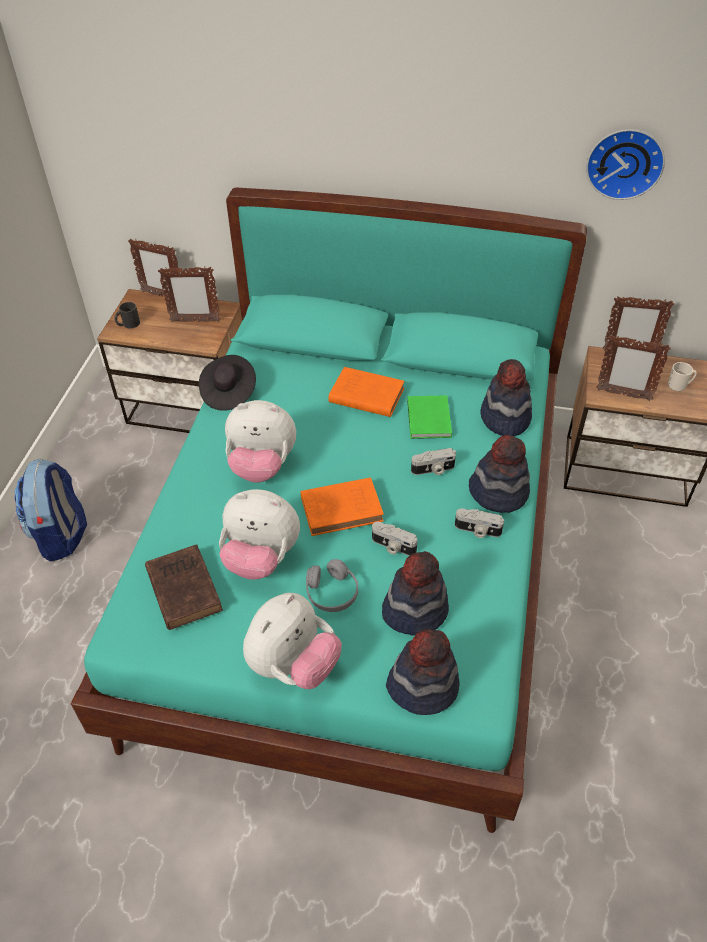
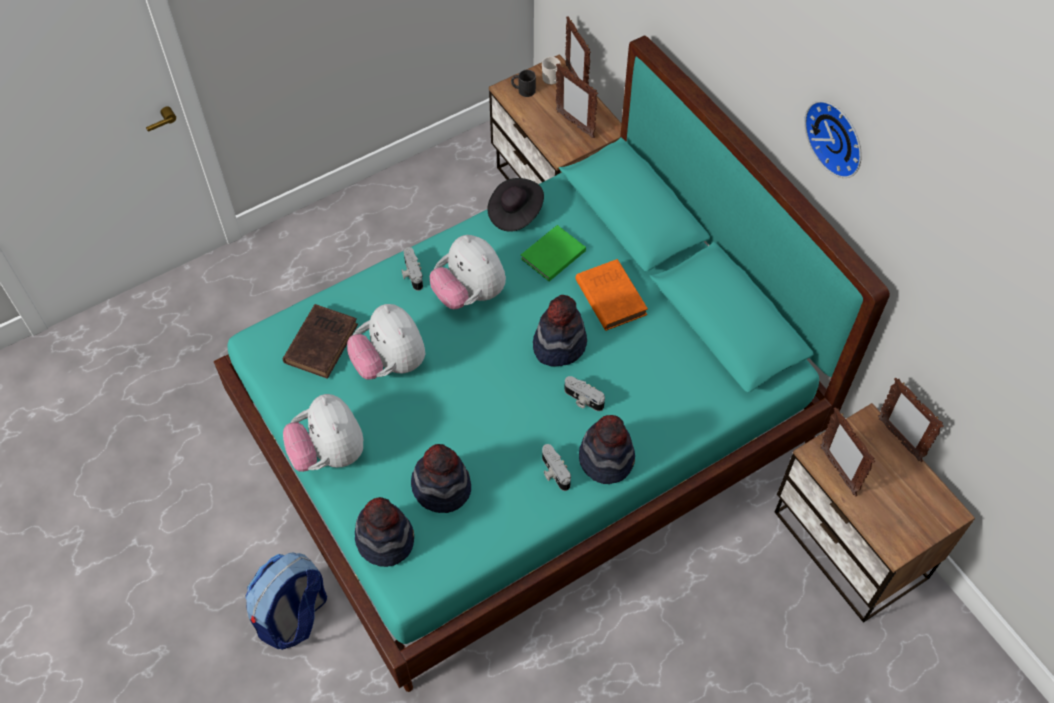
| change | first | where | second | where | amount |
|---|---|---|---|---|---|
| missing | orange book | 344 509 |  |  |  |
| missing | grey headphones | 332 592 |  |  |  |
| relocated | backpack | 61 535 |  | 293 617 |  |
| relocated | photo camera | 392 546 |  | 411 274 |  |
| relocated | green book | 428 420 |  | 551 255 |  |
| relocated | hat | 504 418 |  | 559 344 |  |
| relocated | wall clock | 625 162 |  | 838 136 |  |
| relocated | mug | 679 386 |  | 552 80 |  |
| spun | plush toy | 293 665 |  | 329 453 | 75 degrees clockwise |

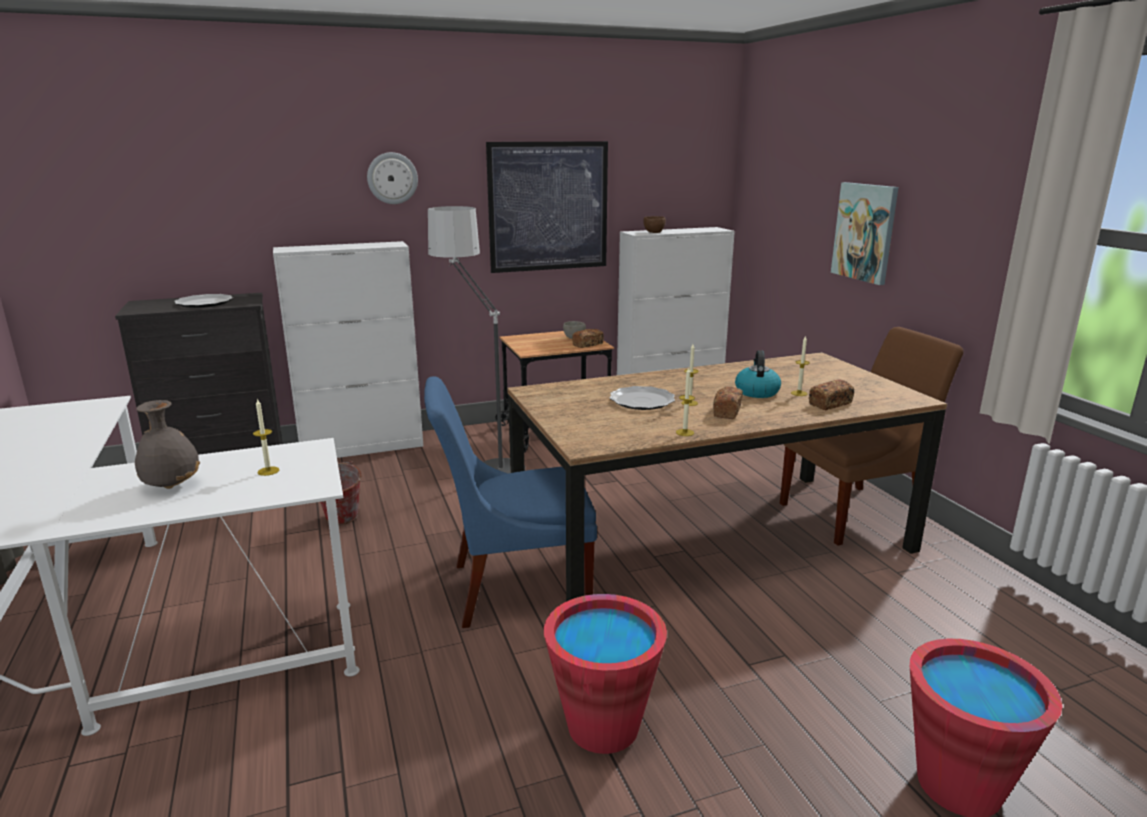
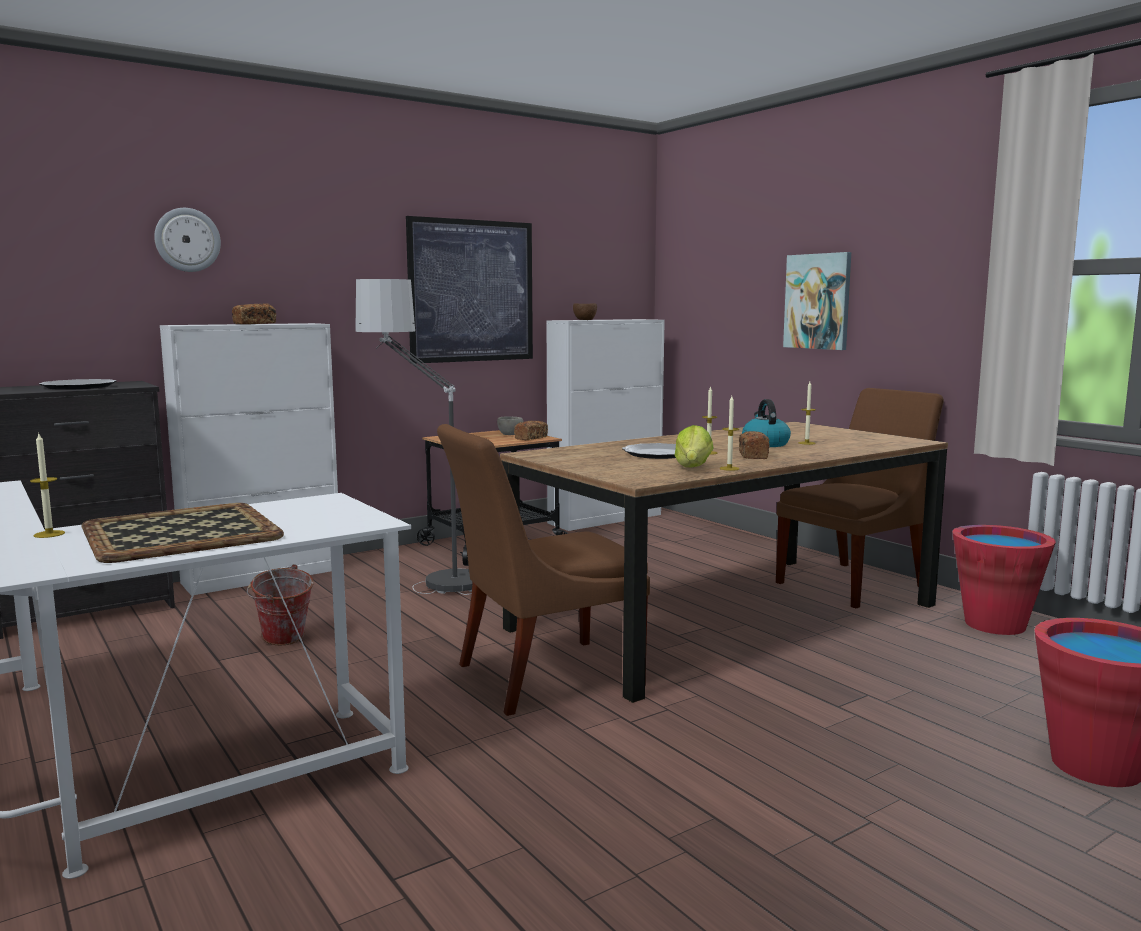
| change | first | where | second | where | amount |
|---|---|---|---|---|---|
| appeared |  |  | lettuce | 693 467 |  |
| relocated | candle | 268 471 |  | 49 534 |  |
| relocated | wall clock | 392 178 |  | 187 240 |  |
| relocated | red bucket | 603 726 |  | 994 624 |  |
| relocated | bread | 830 404 |  | 254 323 |  |
| exchanged | grey vase | 172 485 | tray | 182 532 |  |
| colour | blue chair | 513 588 | brown chair | 540 676 |  |

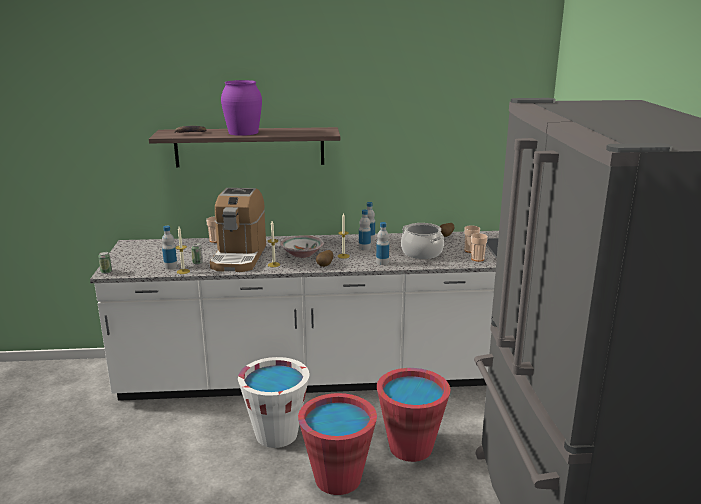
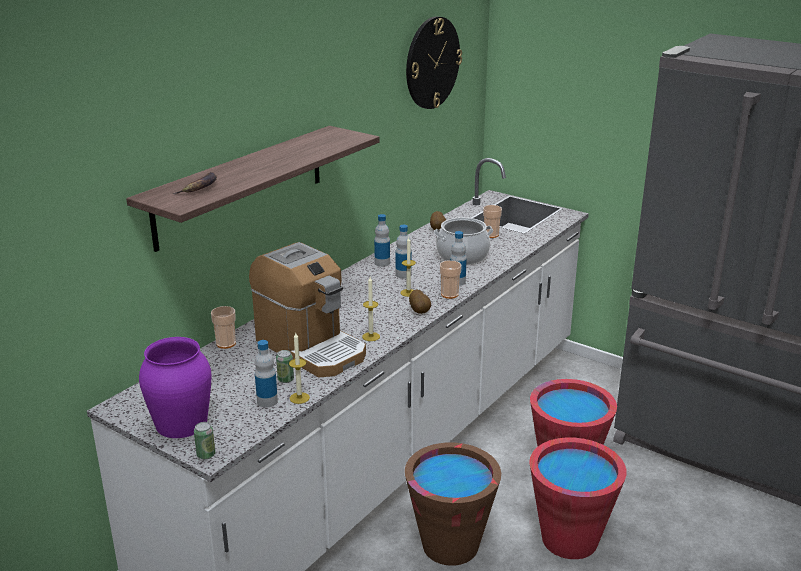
| change | first | where | second | where | amount |
|---|---|---|---|---|---|
| missing | bowl | 301 254 |  |  |  |
| appeared |  |  | wall clock | 432 63 |  |
| relocated | purple vase | 243 132 |  | 181 423 |  |
| relocated | cup | 477 259 |  | 449 294 |  |
| colour | white bucket | 276 434 | brown bucket | 450 545 |  |

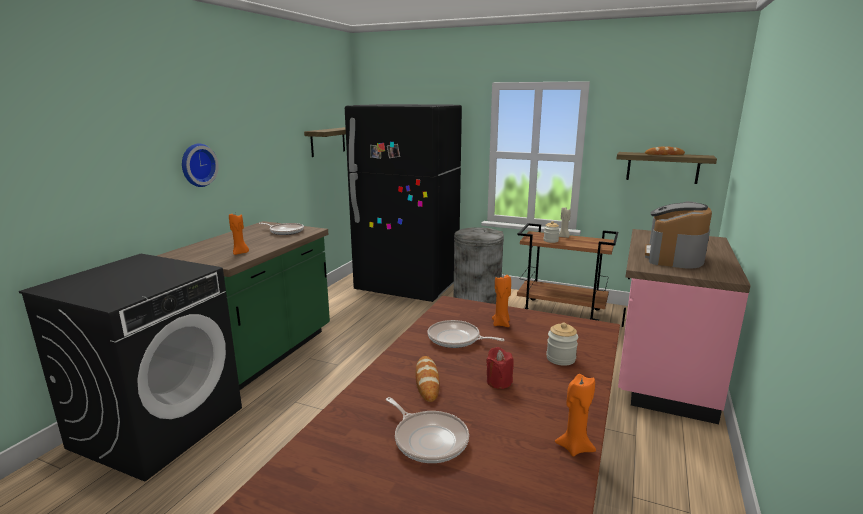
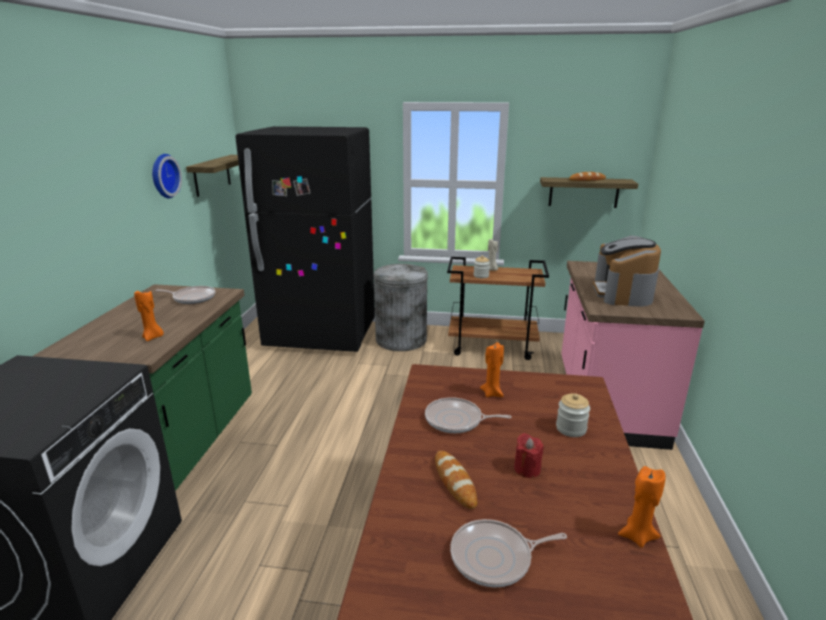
| change | first | where | second | where | amount |
|---|---|---|---|---|---|
| relocated | wall clock | 197 165 |  | 163 176 |  |
| spun | frying pan | 428 439 |  | 495 558 | 135 degrees clockwise |

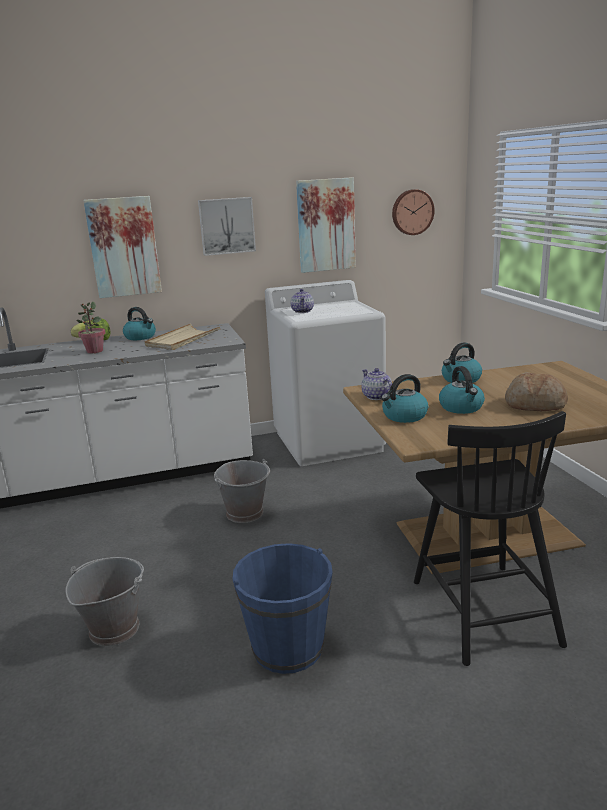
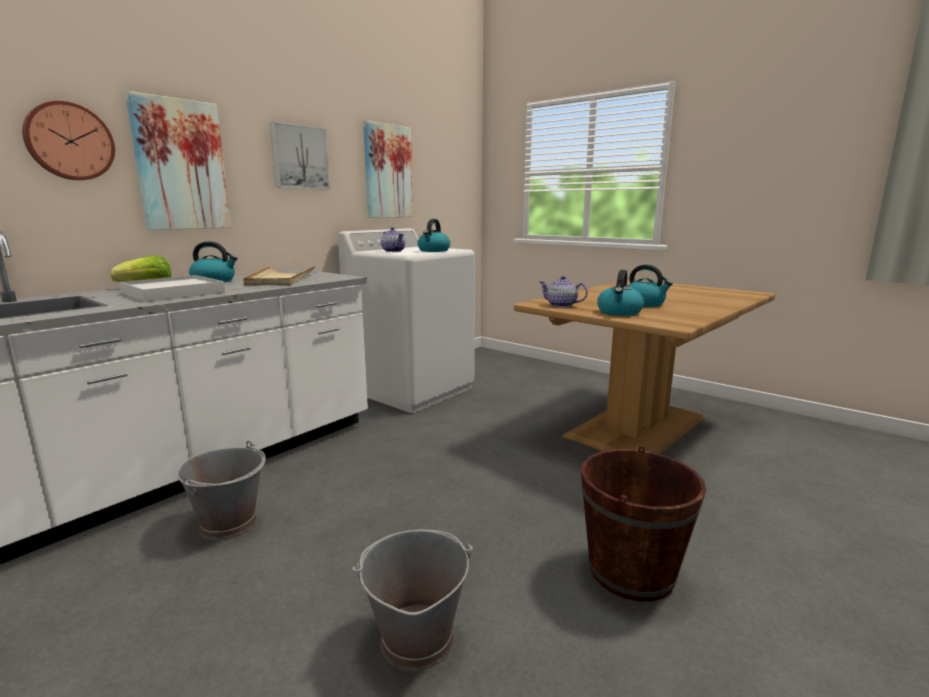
| change | first | where | second | where | amount |
|---|---|---|---|---|---|
| missing | black chair | 483 610 |  |  |  |
| missing | bread | 534 405 |  |  |  |
| relocated | grey bucket | 245 513 |  | 230 523 |  |
| relocated | wall clock | 412 212 |  | 69 141 |  |
| relocated | kettle | 460 379 |  | 433 251 |  |
| exchanged | potted plant | 94 351 | white tray | 173 292 |  |
| colour | blue bucket | 288 648 | brown bucket | 631 571 |  |

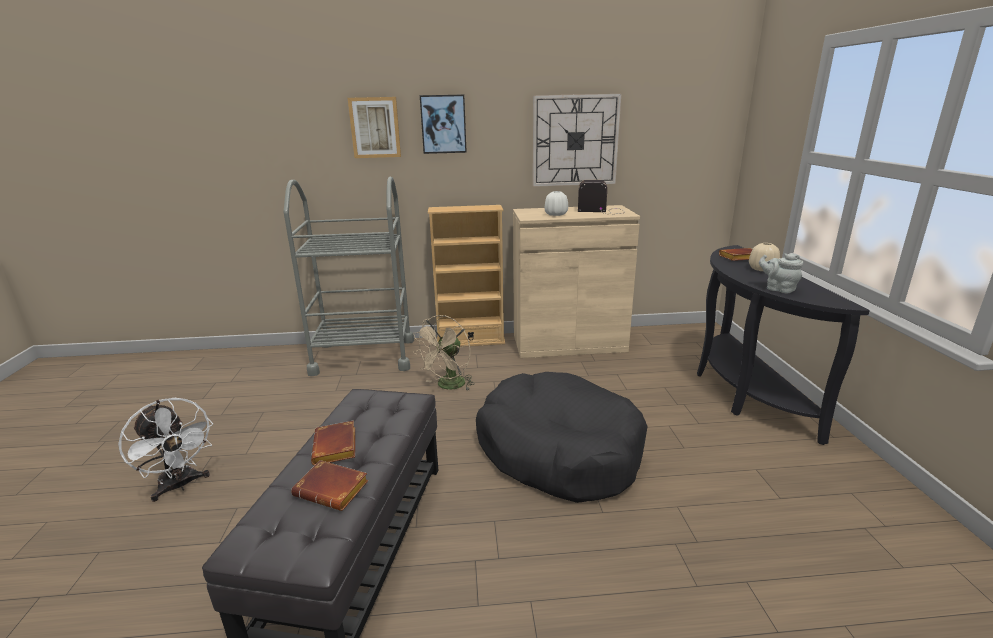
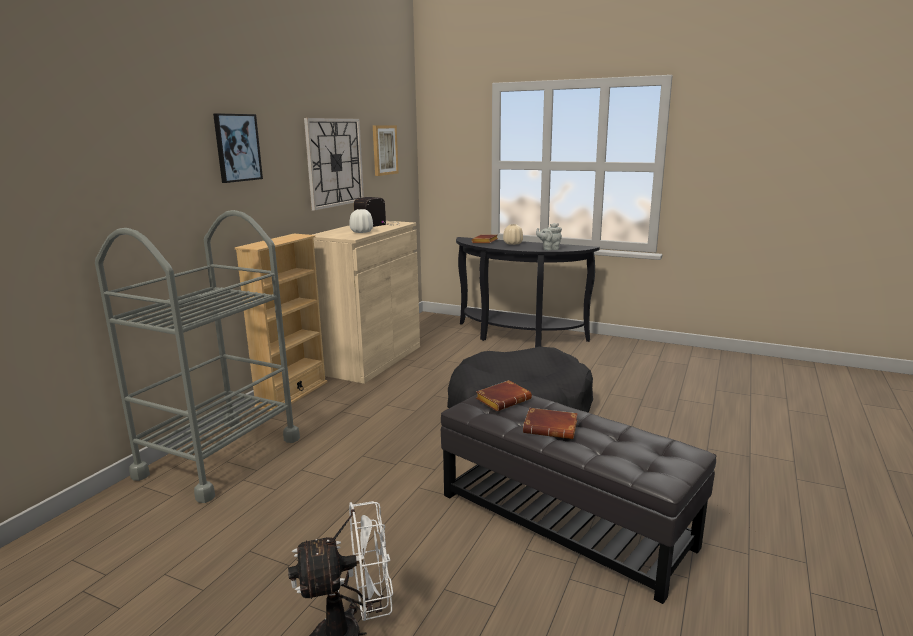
| change | first | where | second | where | amount |
|---|---|---|---|---|---|
| missing | beige fan | 448 386 |  |  |  |
| relocated | brown book | 334 489 |  | 503 399 |  |
| relocated | picture | 375 127 |  | 384 150 |  |

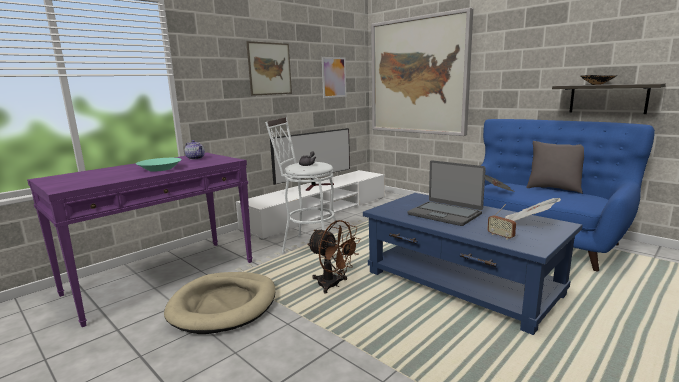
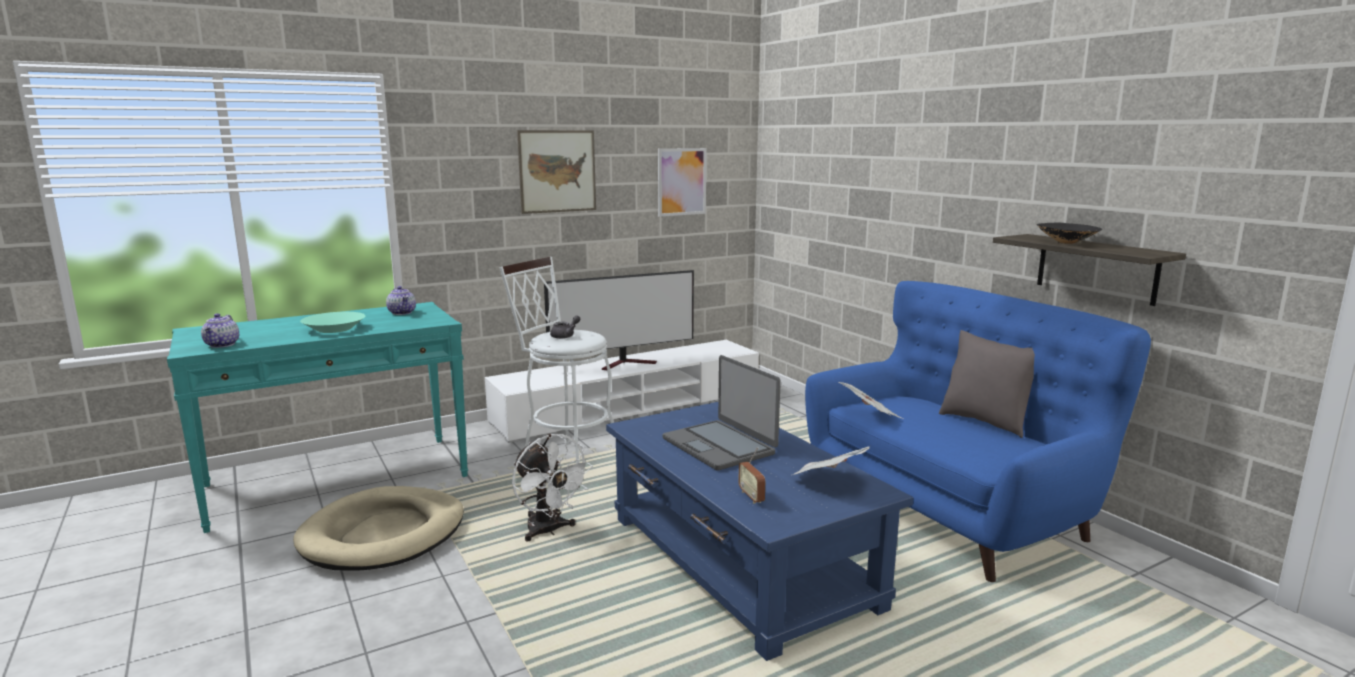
| change | first | where | second | where | amount |
|---|---|---|---|---|---|
| missing | picture | 418 76 |  |  |  |
| appeared |  |  | teapot | 222 345 |  |
| colour | purple console table | 163 277 | turquoise console table | 338 480 |  |
| colour | brown fan | 333 285 | white fan | 548 531 |  |

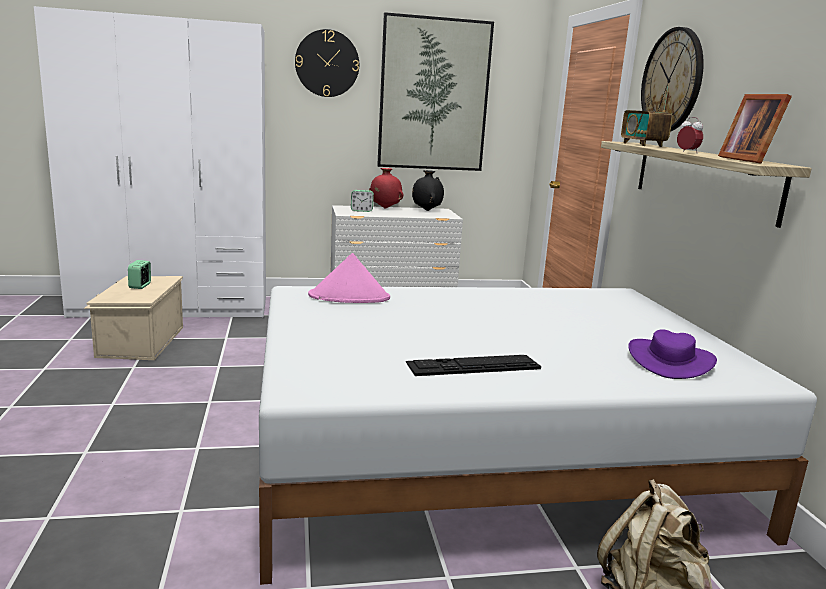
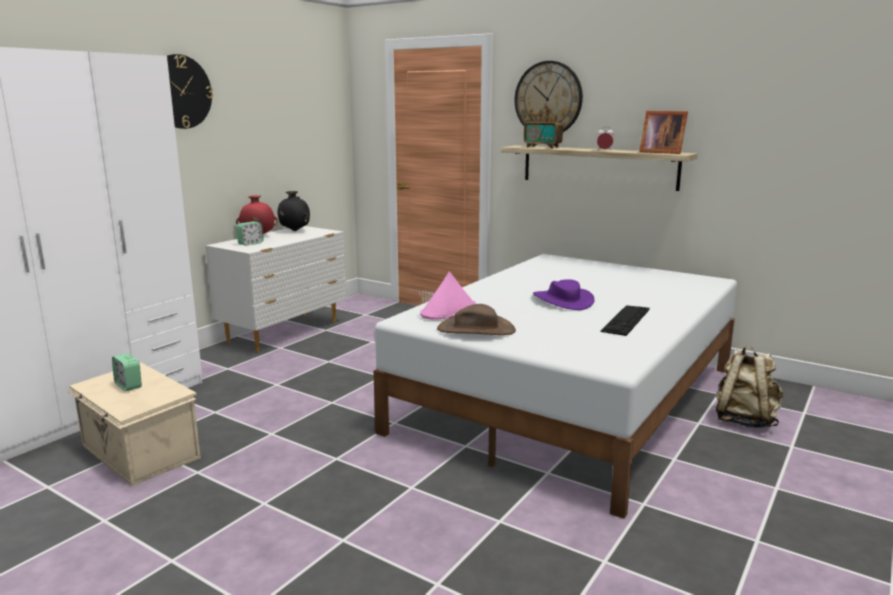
| change | first | where | second | where | amount |
|---|---|---|---|---|---|
| missing | picture | 434 95 |  |  |  |
| appeared |  |  | brown hat | 476 329 |  |
| relocated | purple hat | 670 361 |  | 563 300 |  |

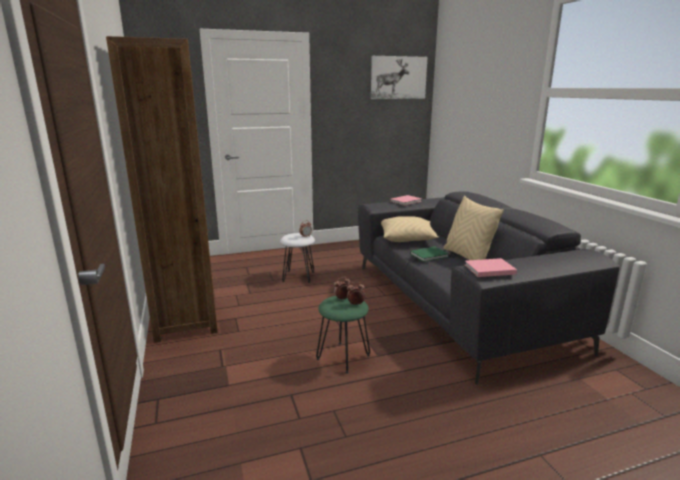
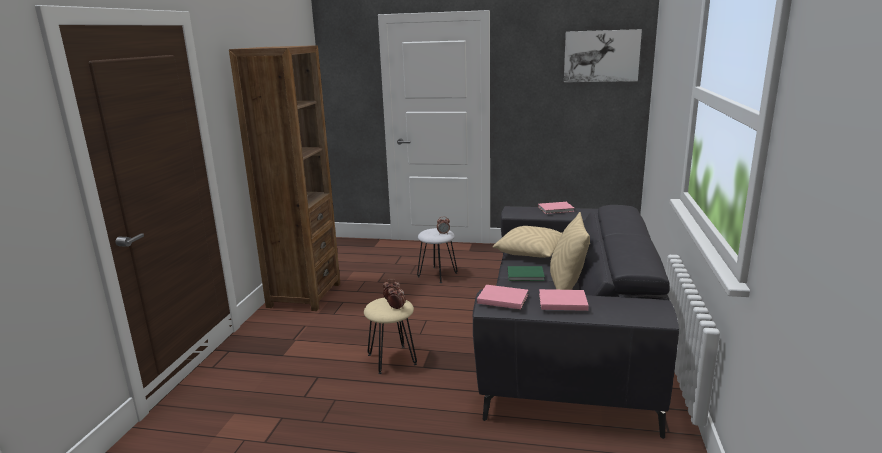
| change | first | where | second | where | amount |
|---|---|---|---|---|---|
| appeared |  |  | pink book | 561 301 |  |
| colour | green stool | 343 357 | beige stool | 391 359 |  |

